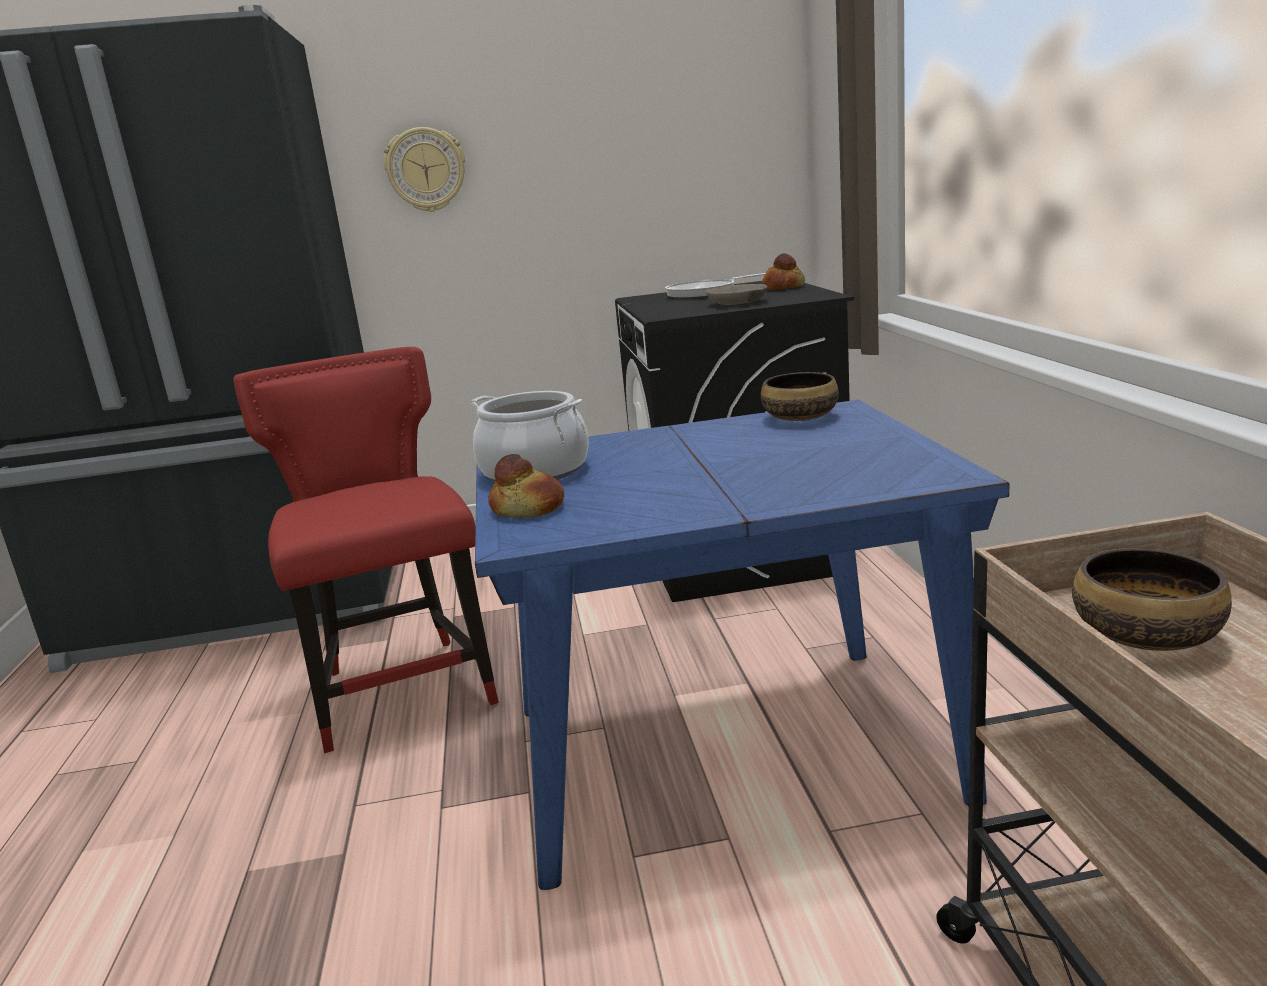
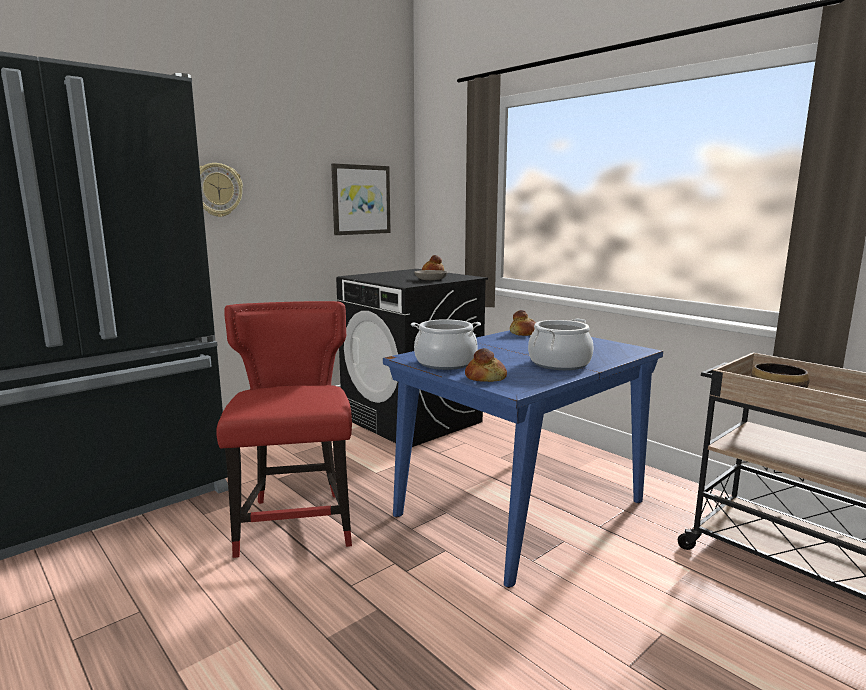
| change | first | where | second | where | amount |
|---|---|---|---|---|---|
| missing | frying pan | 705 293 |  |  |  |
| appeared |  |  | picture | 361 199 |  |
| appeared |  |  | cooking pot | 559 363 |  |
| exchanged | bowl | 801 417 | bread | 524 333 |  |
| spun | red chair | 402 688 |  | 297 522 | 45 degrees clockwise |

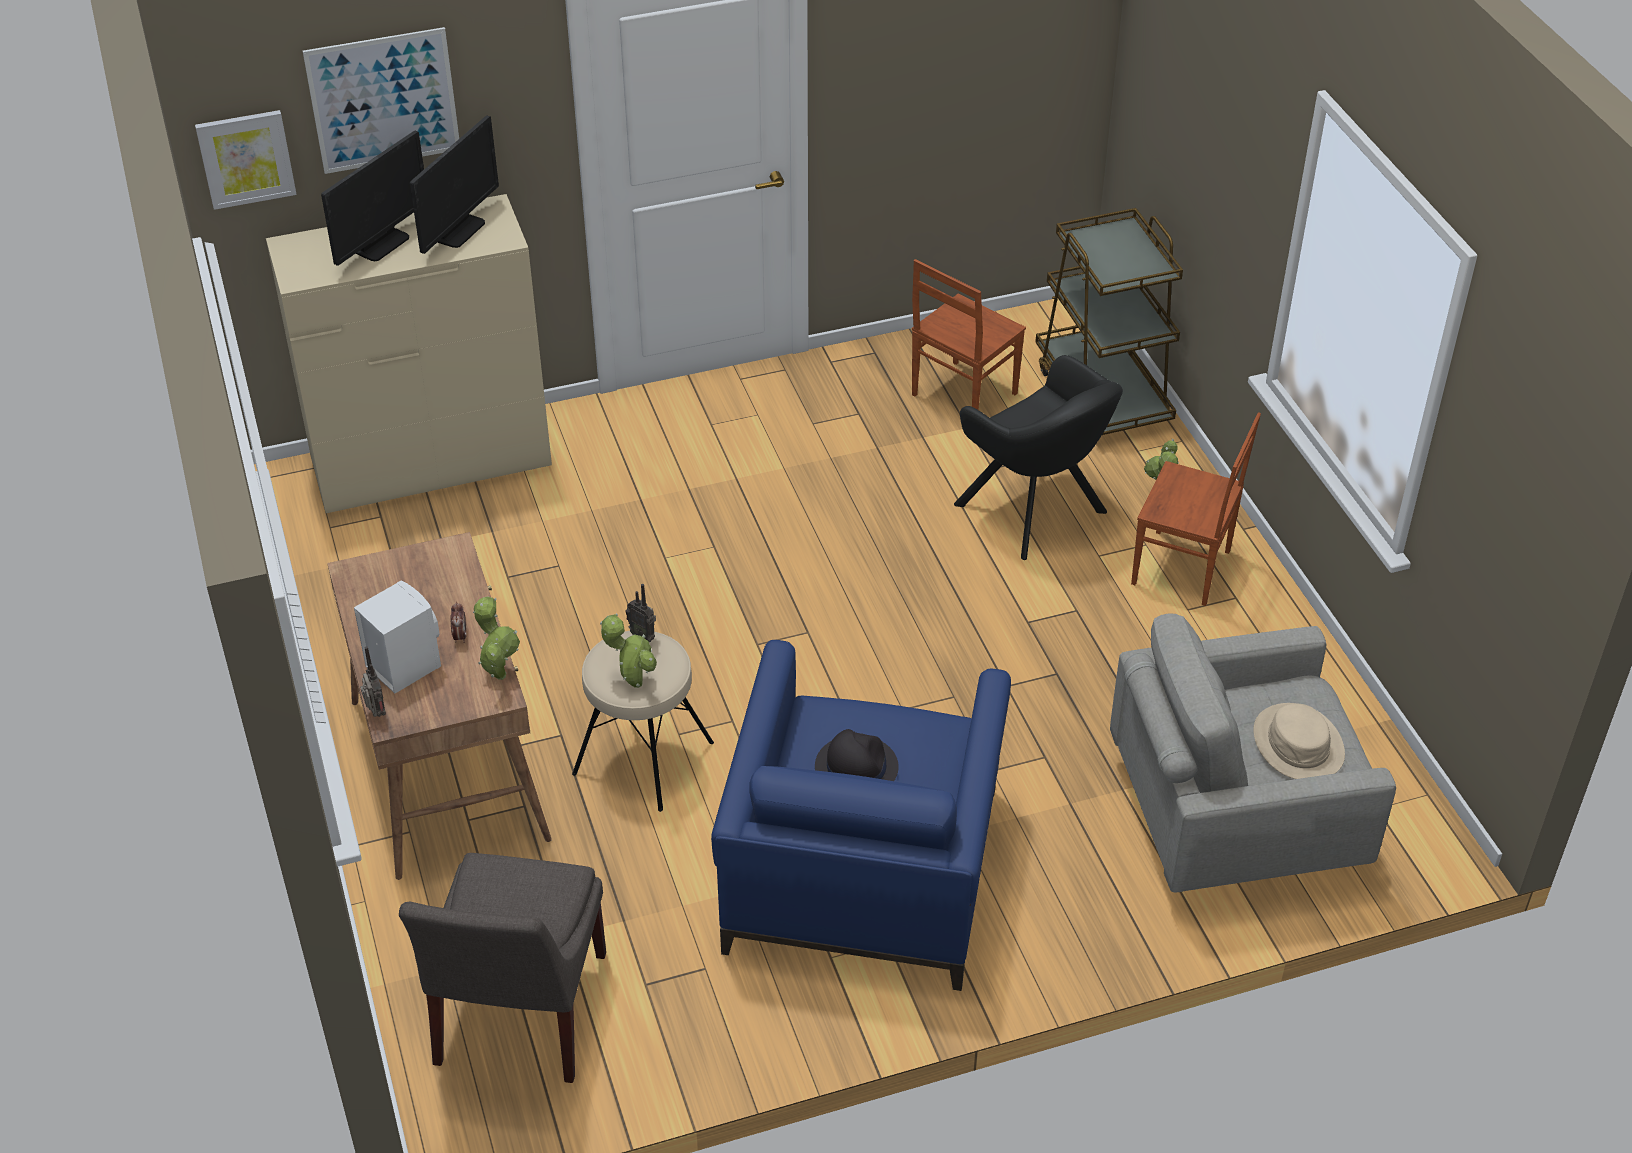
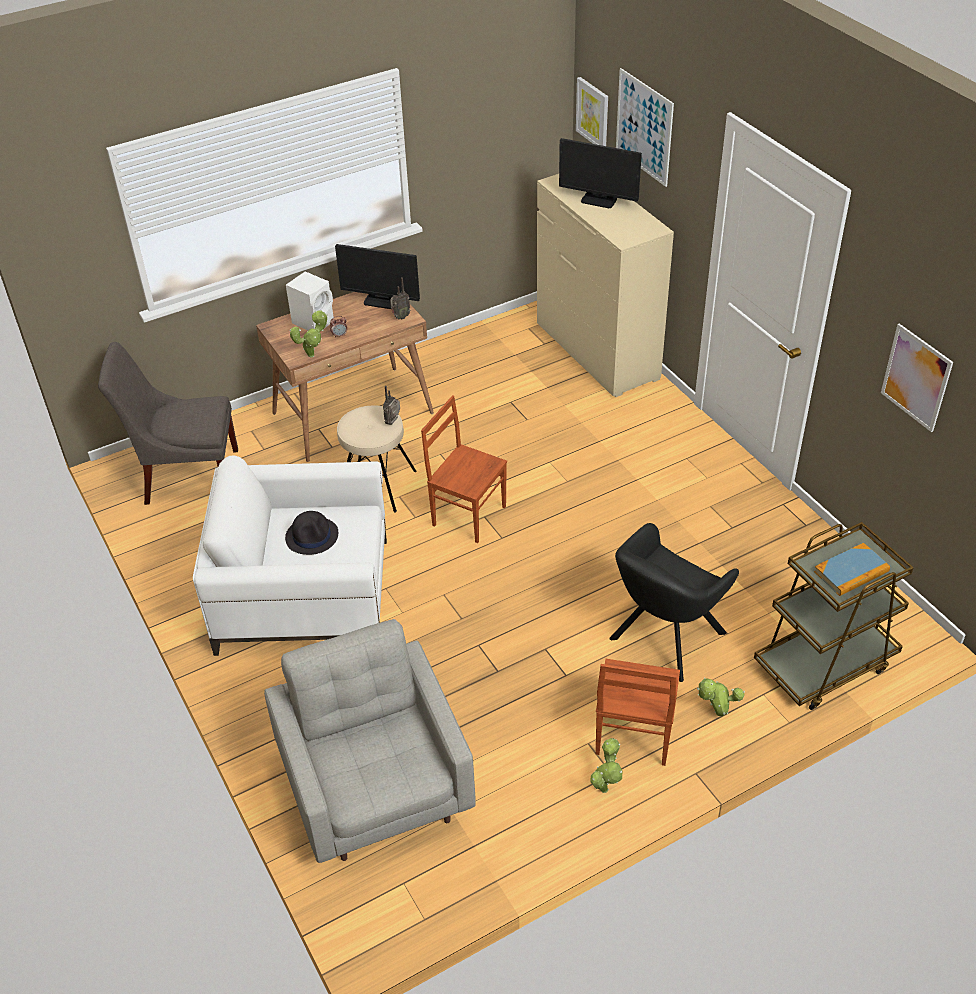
| change | first | where | second | where | amount |
|---|---|---|---|---|---|
| missing | beige hat | 1298 744 |  |  |  |
| appeared |  |  | book | 851 572 |  |
| appeared |  |  | picture | 916 377 |  |
| relocated | radio | 376 714 |  | 400 317 |  |
| relocated | monitor | 458 230 |  | 381 301 |  |
| relocated | potted plant | 633 682 |  | 604 787 |  |
| relocated | brown chair | 962 394 |  | 468 514 |  |
| colour | blue armchair | 862 868 | white armchair | 305 595 |  |

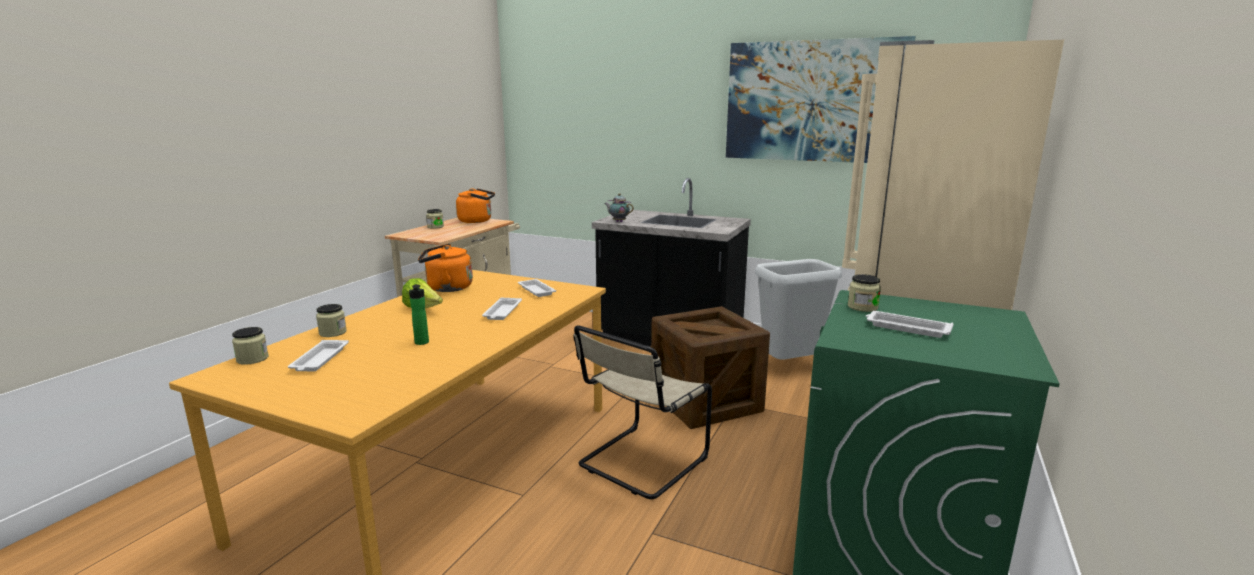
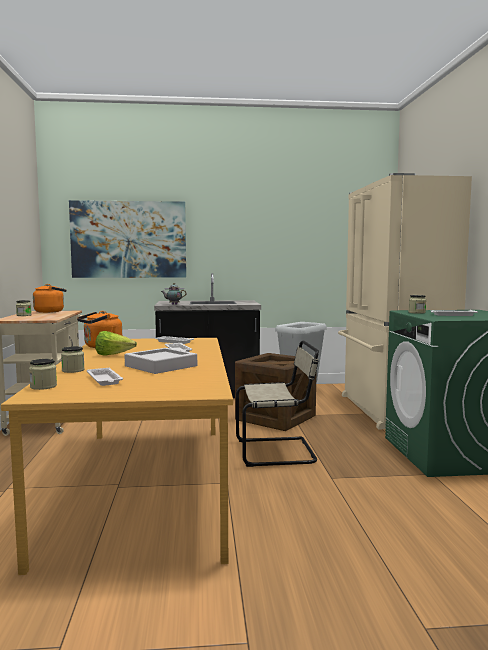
| change | first | where | second | where | amount |
|---|---|---|---|---|---|
| relocated | picture | 813 101 |  | 129 239 |  |
| exchanged | bottle | 421 343 | grey tray | 161 366 |  |
| spun | beige chair | 640 463 |  | 278 451 | 105 degrees counterclockwise |

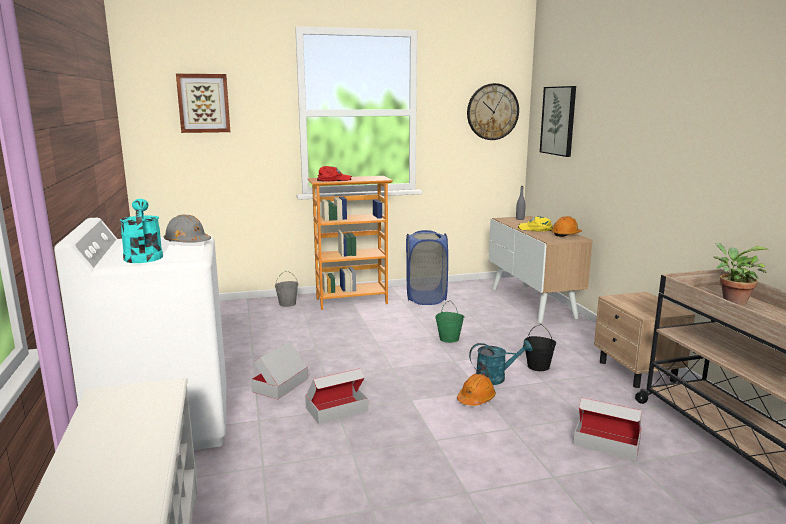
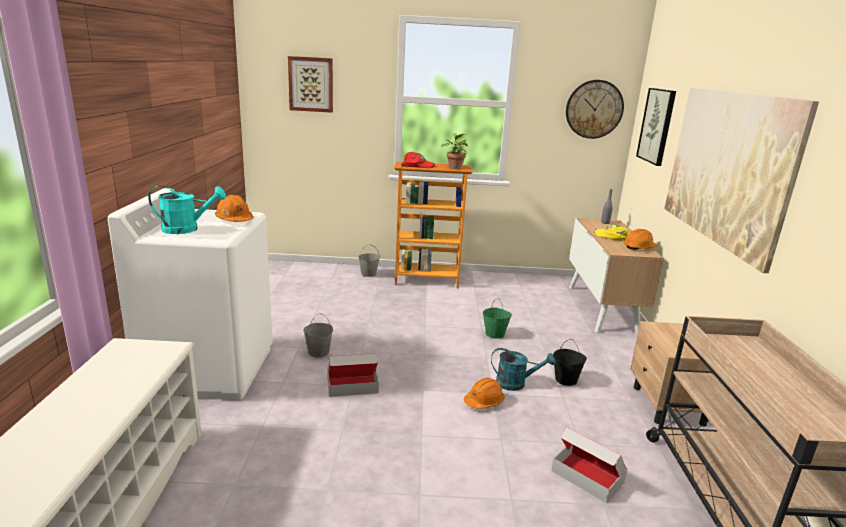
| change | first | where | second | where | amount |
|---|---|---|---|---|---|
| missing | blue laundry basket | 426 298 |  |  |  |
| appeared |  |  | picture | 726 167 |  |
| relocated | potted plant | 731 301 |  | 454 167 |  |
| exchanged | cardboard box | 280 385 | grey bucket | 319 352 |  |
| colour | grey hard hat | 187 242 | orange hard hat | 234 220 |  |
| spun | turquoise watering can | 143 256 |  | 187 229 | 90 degrees clockwise |

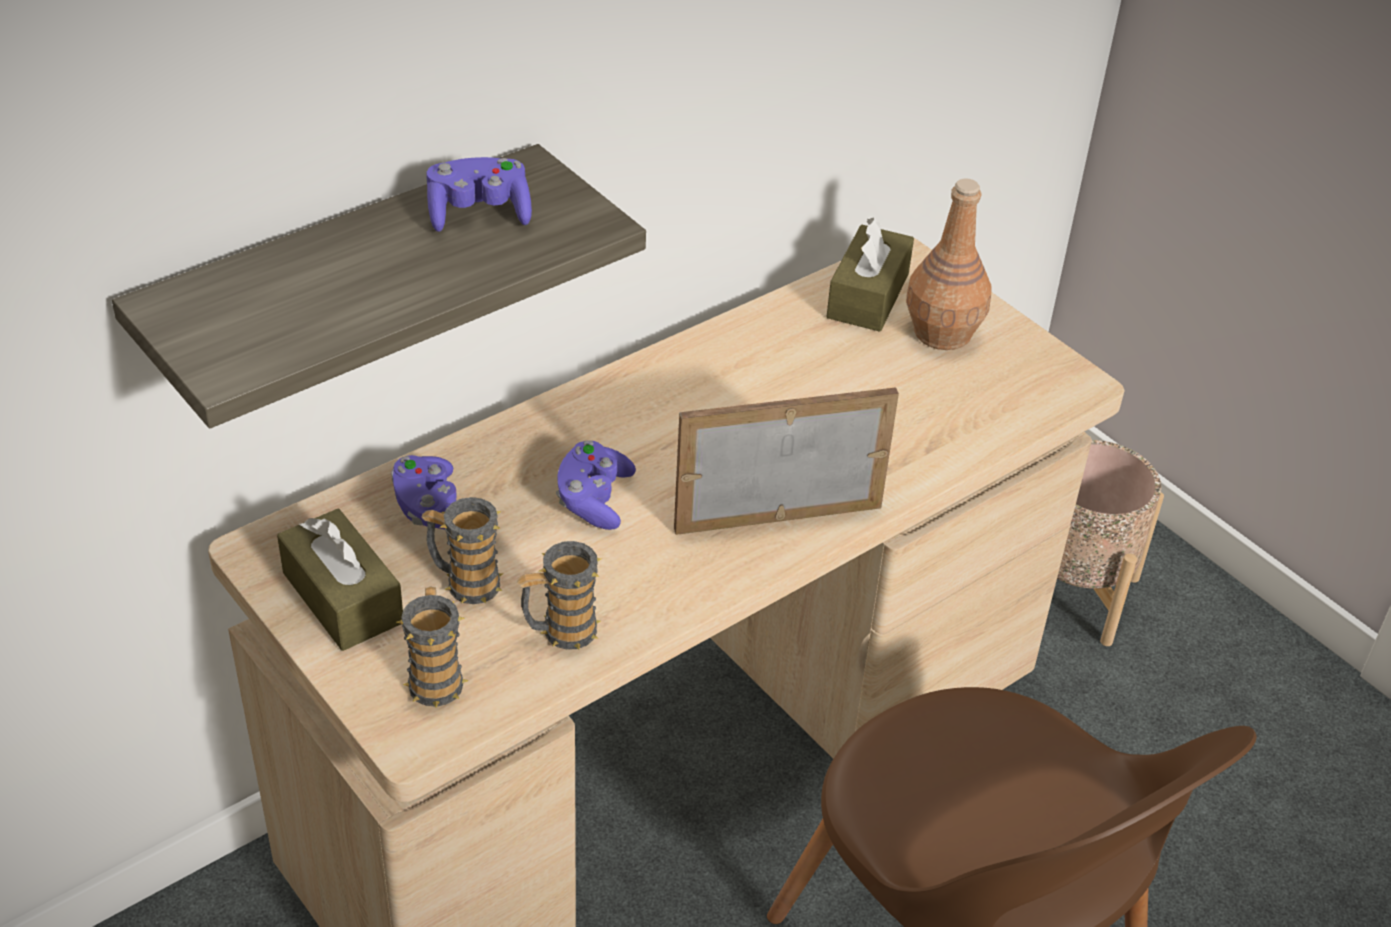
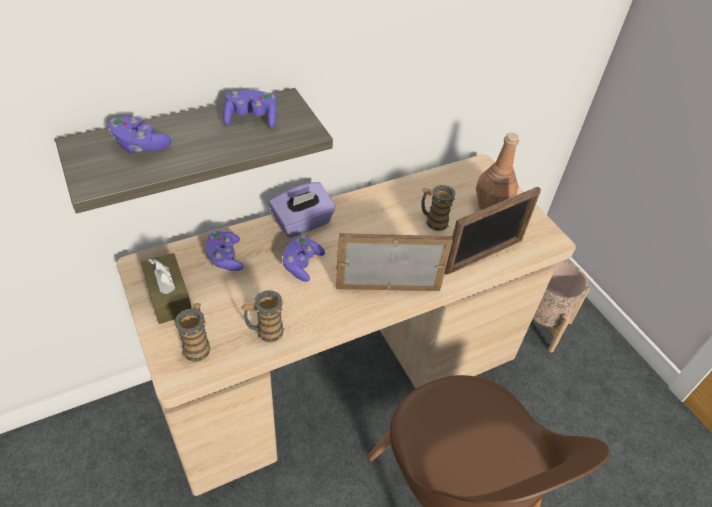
| change | first | where | second | where | amount |
|---|---|---|---|---|---|
| missing | brown tissue box | 868 295 |  |  |  |
| appeared |  |  | purple game controller | 140 145 |  |
| appeared |  |  | purple tissue box | 303 223 |  |
| appeared |  |  | picture frame | 484 256 |  |
| relocated | mug | 464 582 |  | 433 221 |  |

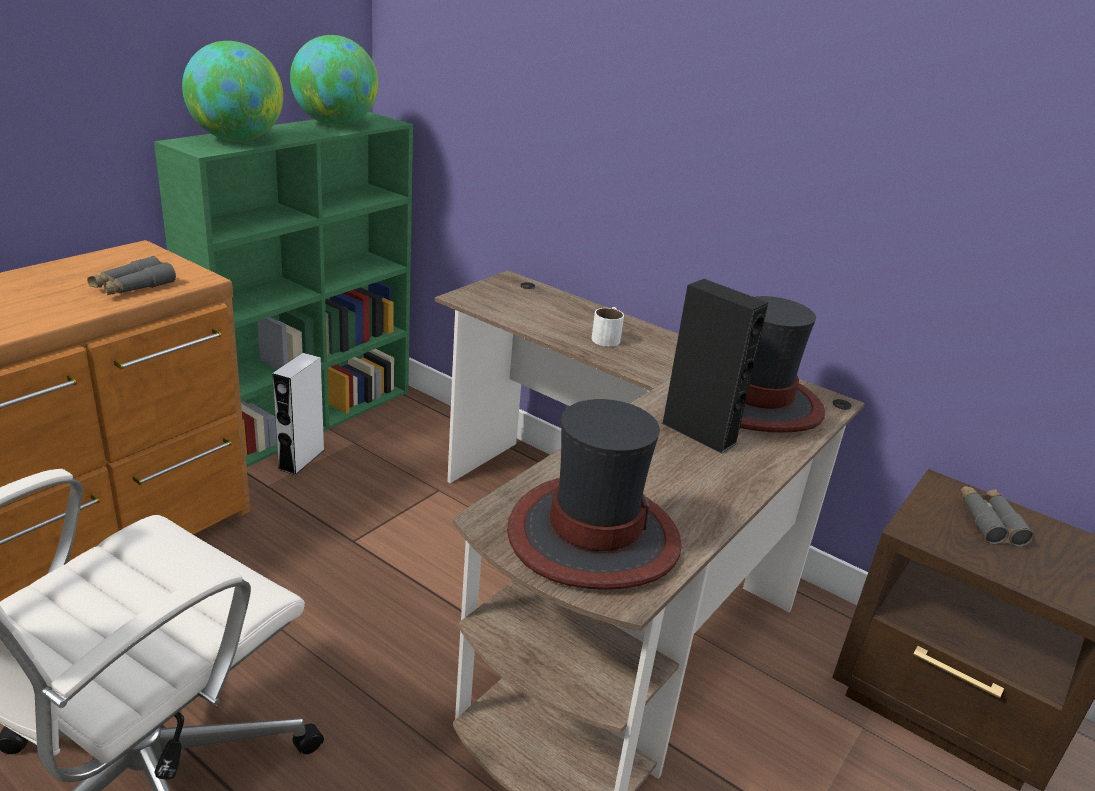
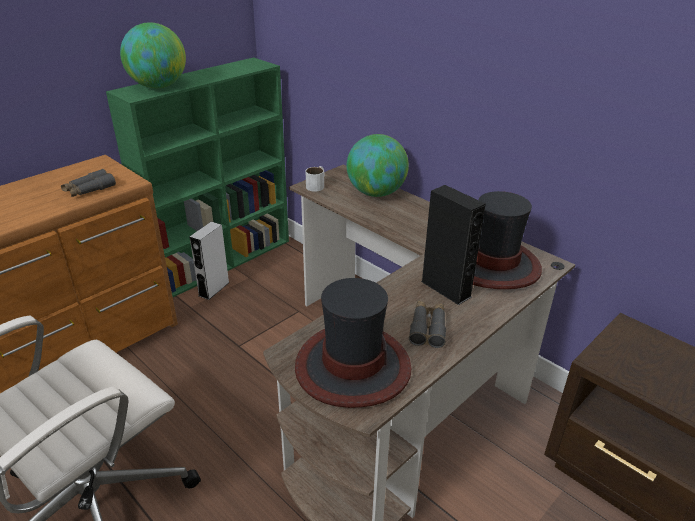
| change | first | where | second | where | amount |
|---|---|---|---|---|---|
| relocated | globe | 335 124 |  | 376 193 |  |
| relocated | white mug | 607 337 |  | 317 185 |  |
| relocated | grey binoculars | 989 522 |  | 428 328 |  |

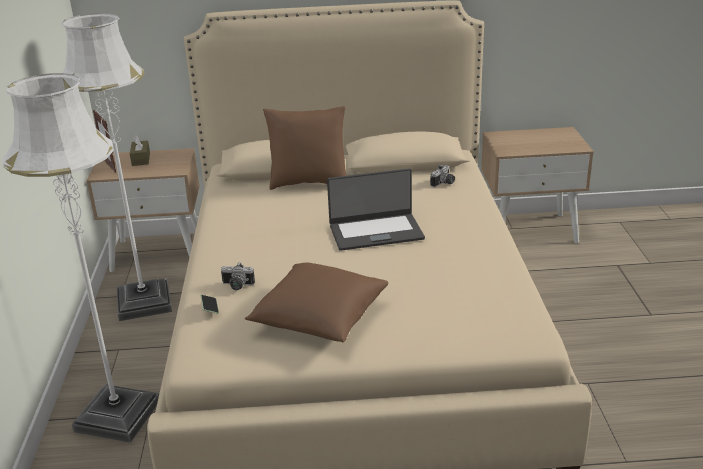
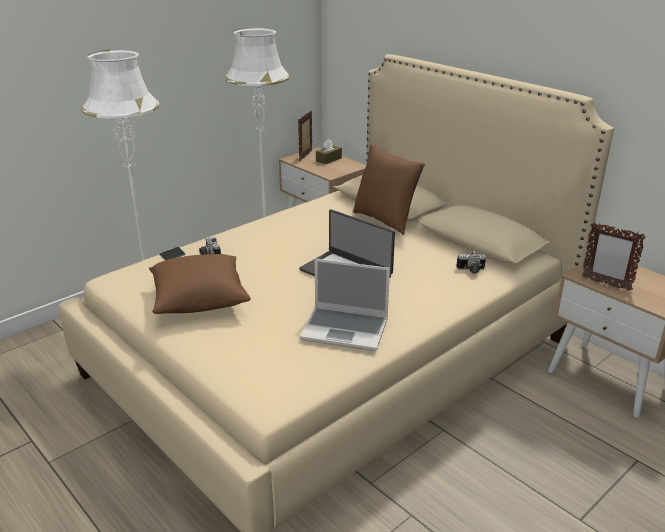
| change | first | where | second | where | amount |
|---|---|---|---|---|---|
| appeared |  |  | laptop | 346 329 |  |
| appeared |  |  | picture frame | 605 284 |  |

